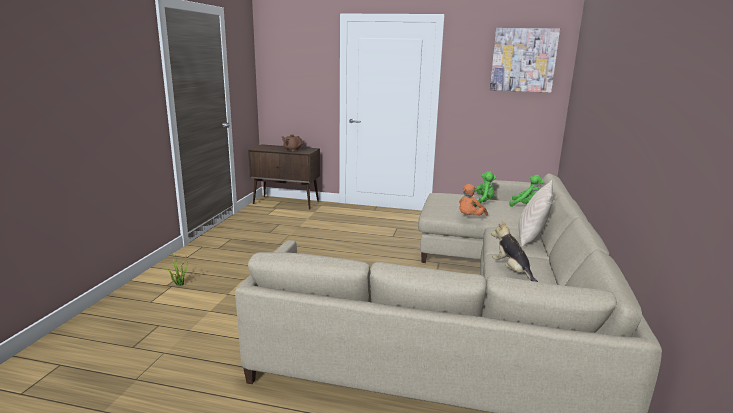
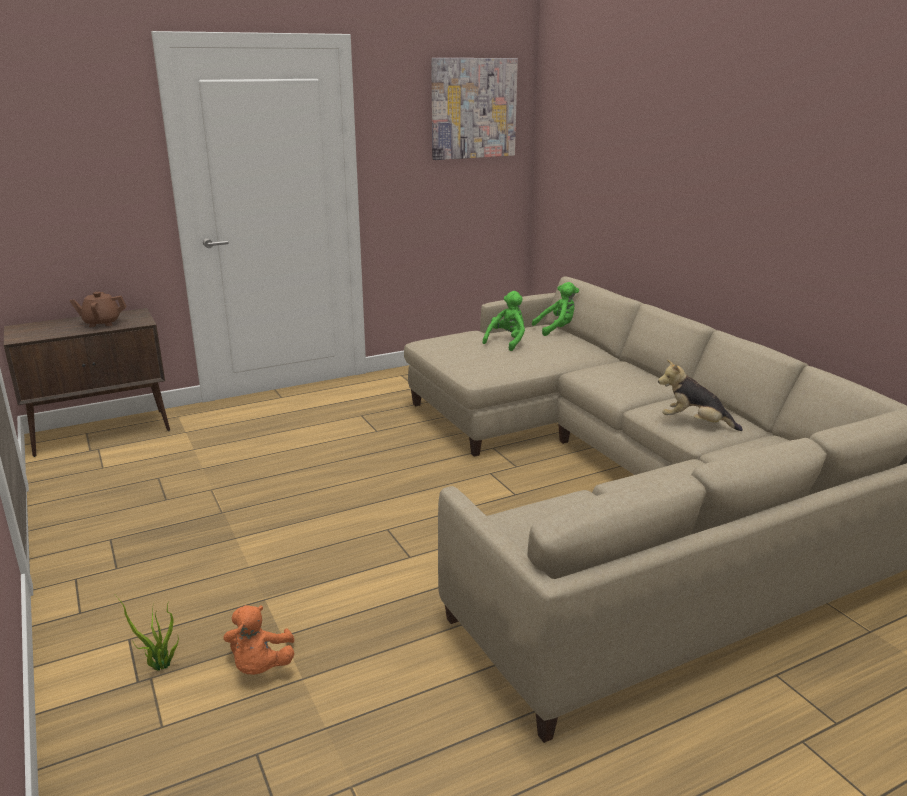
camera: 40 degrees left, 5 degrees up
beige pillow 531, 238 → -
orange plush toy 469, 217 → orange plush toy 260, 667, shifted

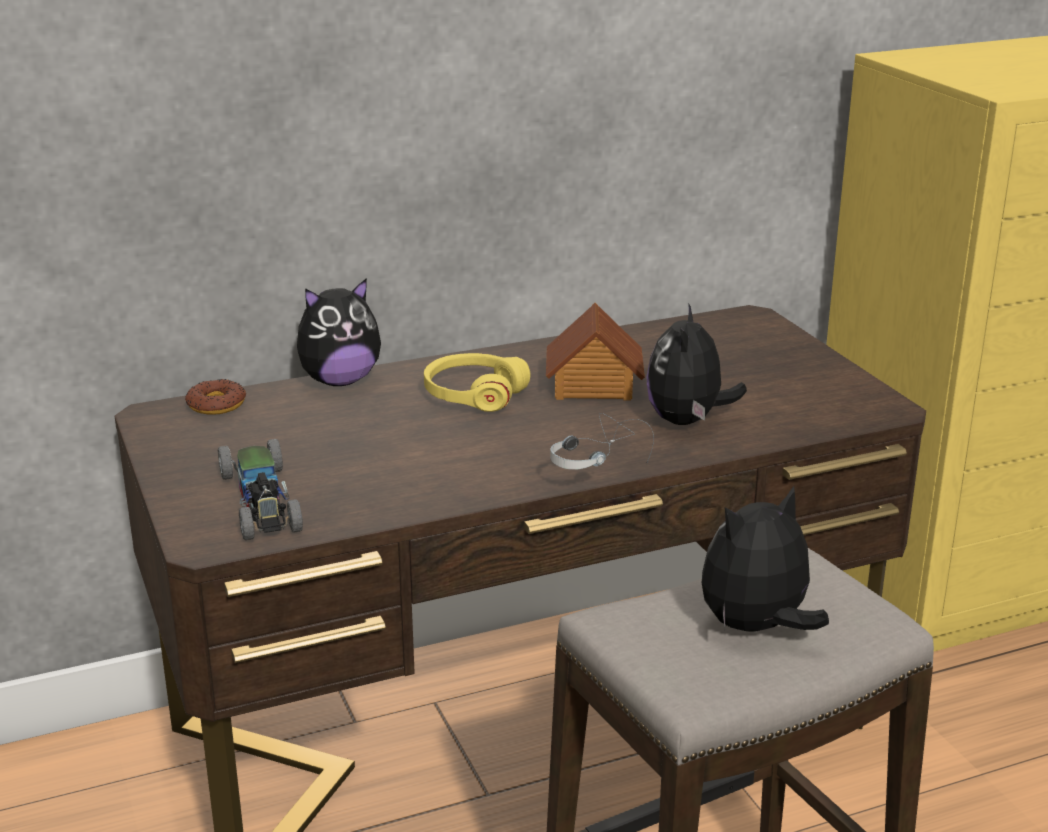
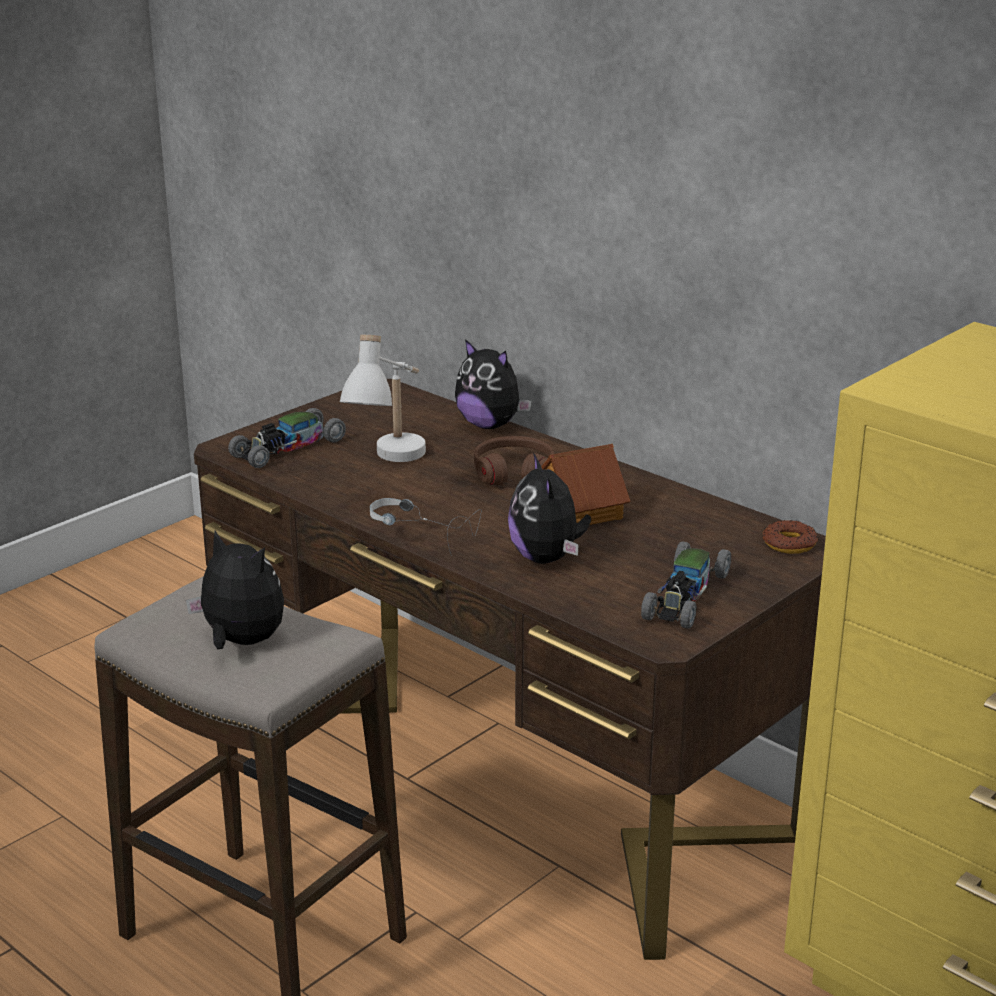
camera: 65 degrees right, 0 degrees up
- → white table lamp 392, 467
- → toy car 685, 596
donut 216, 404 → donut 789, 543, shifted
yellow headphones 474, 395 → brown headphones 513, 472
plush toy 687, 421 → plush toy 547, 558, 90 degrees counterclockwise

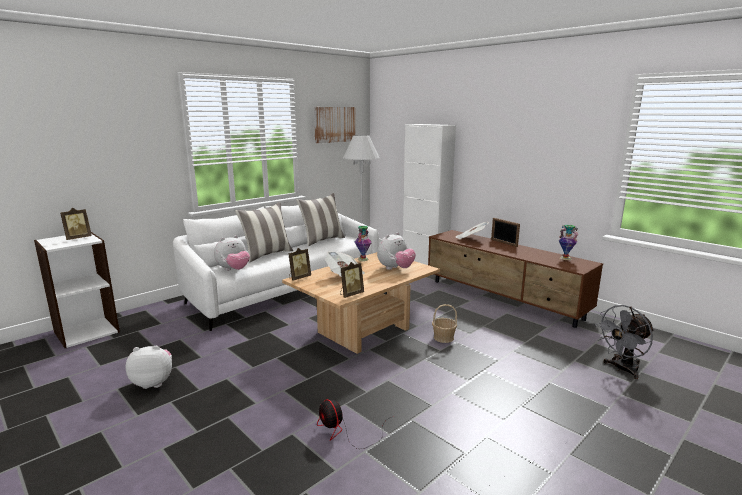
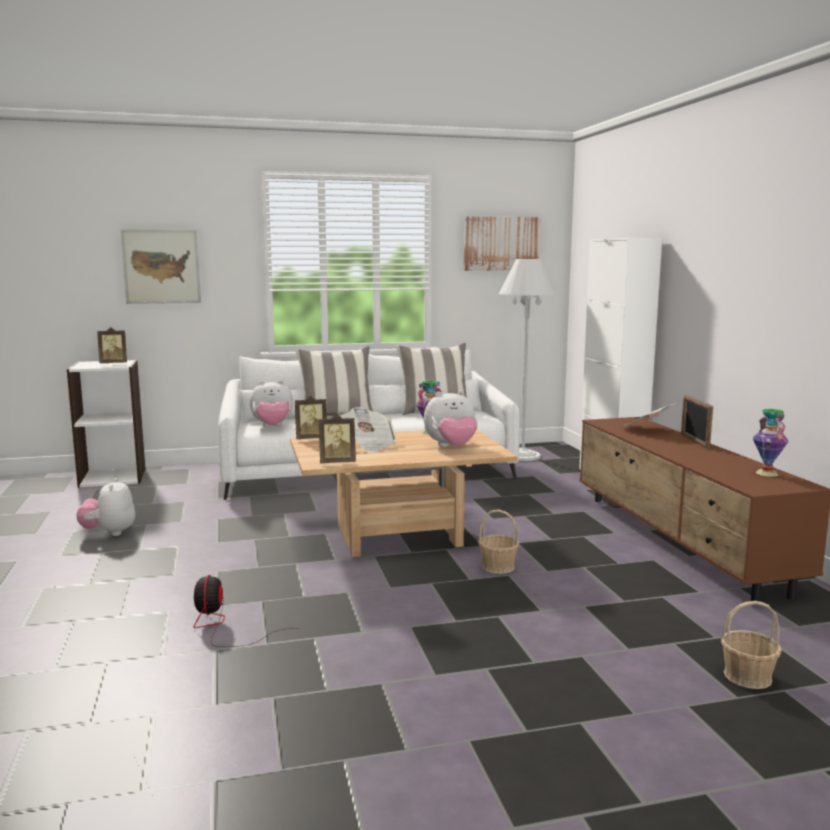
camera: 30 degrees right, 5 degrees down
- → picture 161, 266
grey fan 621, 369 → basket 748, 676
plush toy 153, 382 → plush toy 109, 533, 120 degrees counterclockwise

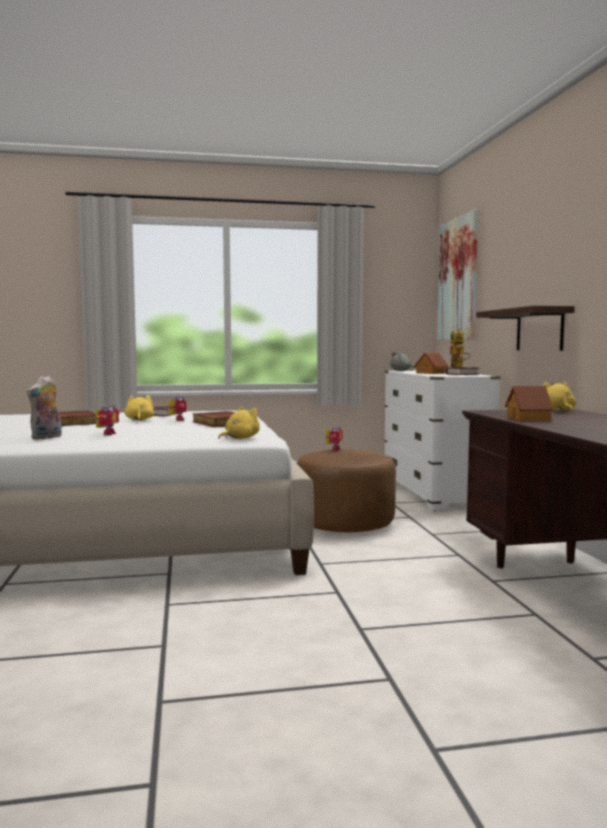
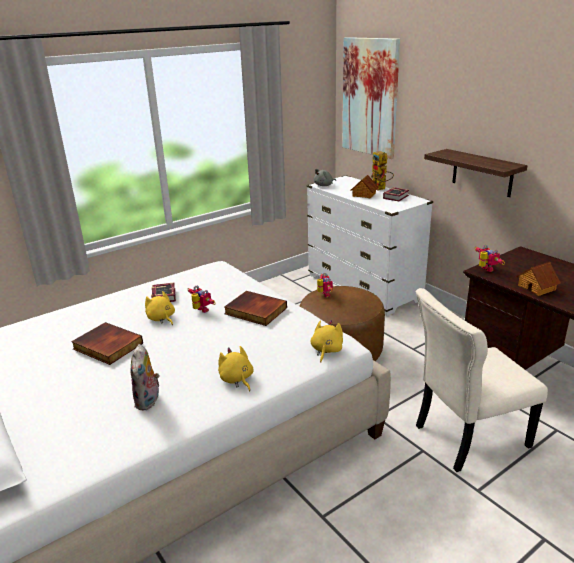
camera: 25 degrees left, 20 degrees up
- → beige chair 467, 437
toy robot 106, 434 → toy robot 485, 269, shifted
yellow plush toy 557, 411 → yellow plush toy 237, 379, shifted

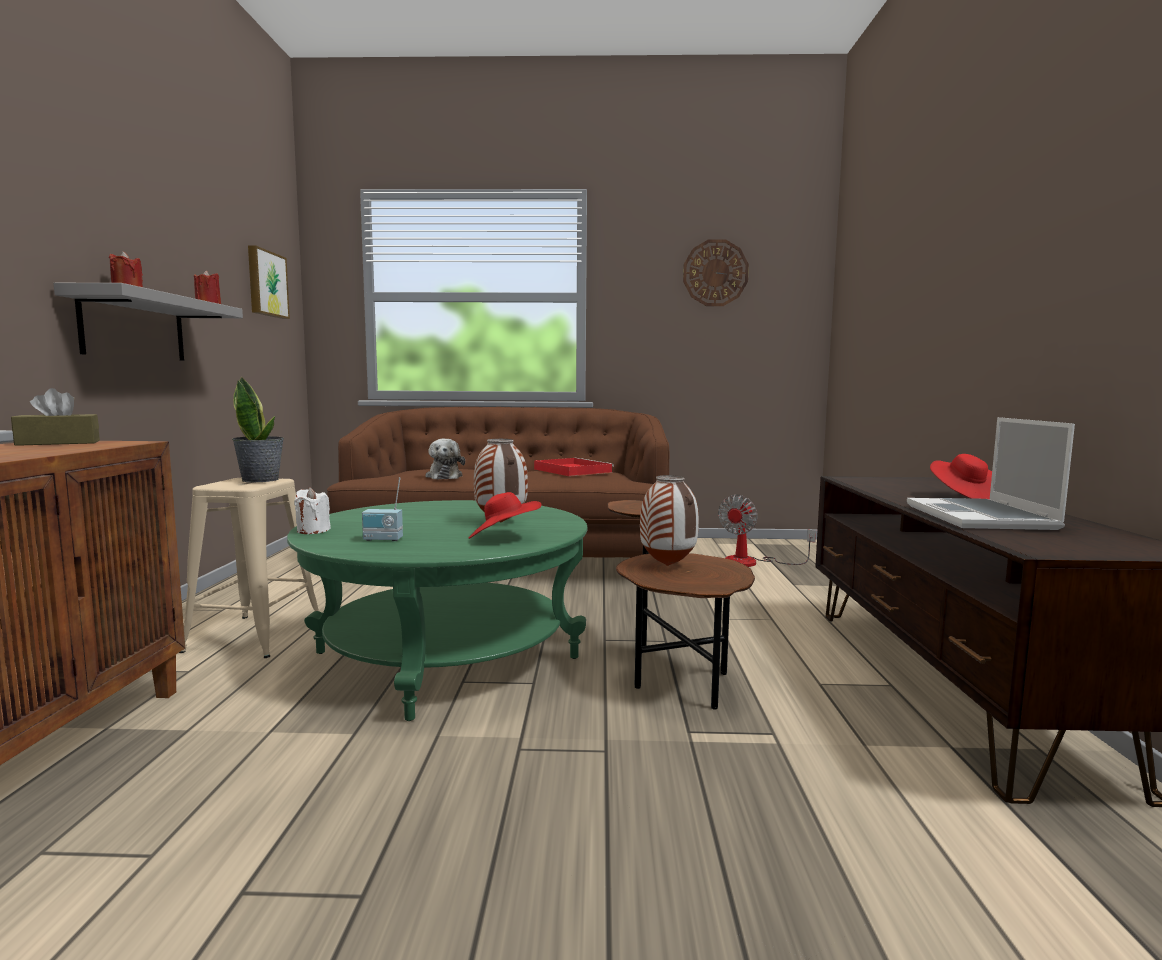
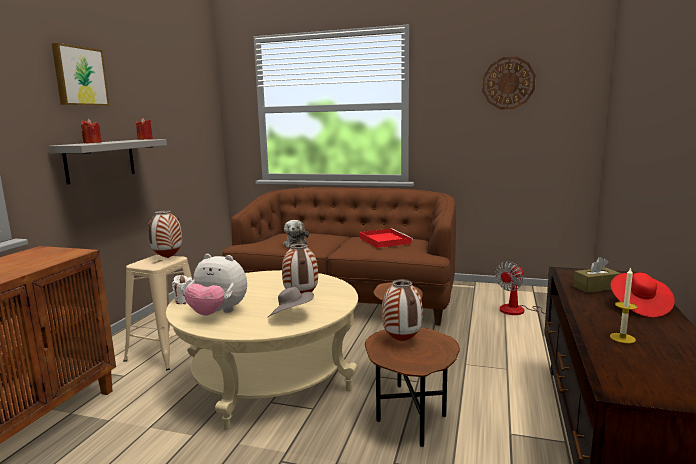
camera: 15 degrees right, 5 degrees up
brown tissue box 58, 443 → brown tissue box 595, 287, shifted
picture 266, 284 → picture 79, 76, shifted
potted plant 261, 480 → vase 167, 258
radio 382, 540 → plush toy 218, 313
laptop 982, 517 → candle 622, 338
green coffee table 447, 655 → beige coffee table 270, 379
red hat 503, 538 → grey hat 291, 316

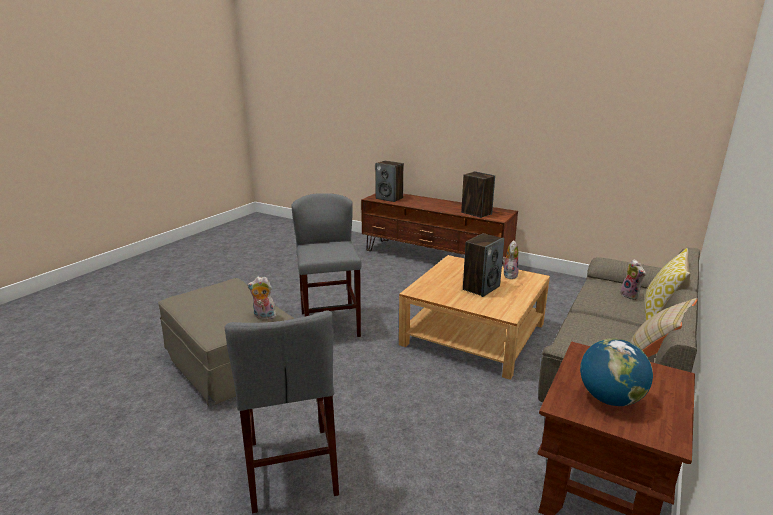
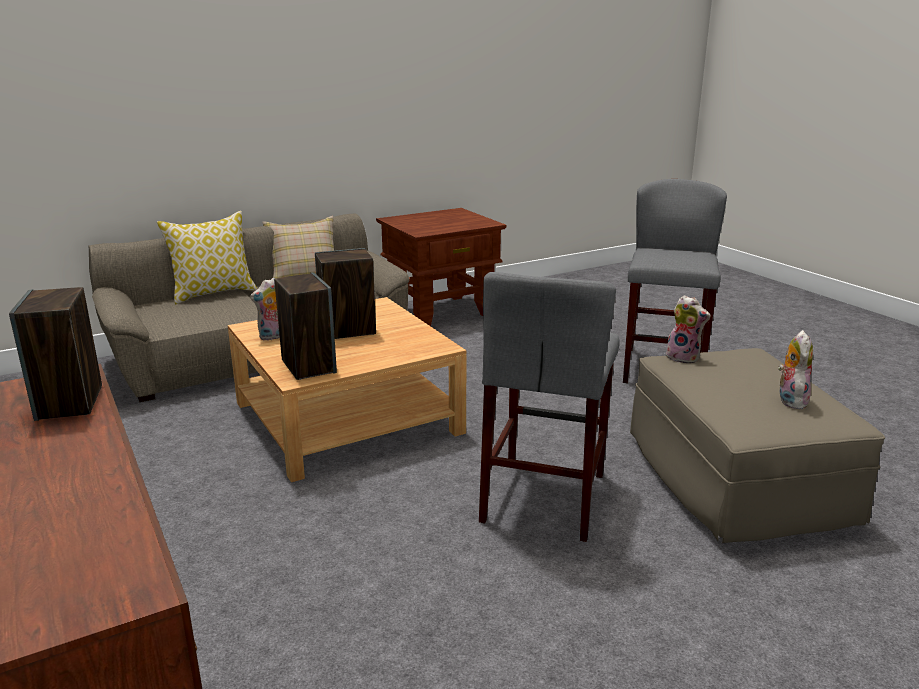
camera: 150 degrees left, 0 degrees up
globe 609, 399 → -
speaker 389, 198 → speaker 308, 366, shifted
plush toy 630, 296 → plush toy 789, 400, shifted

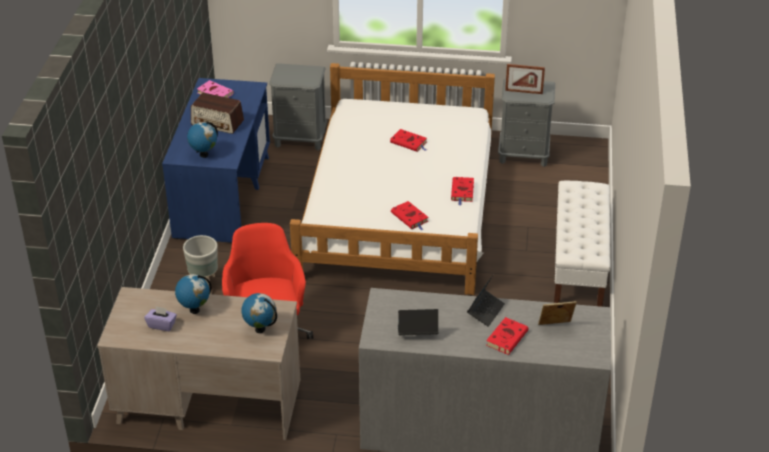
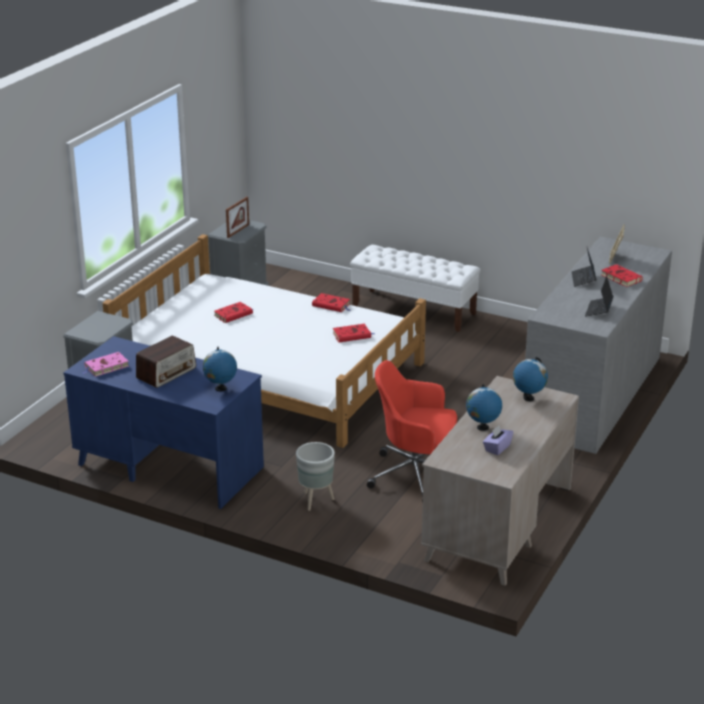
camera: 70 degrees left, 10 degrees down
laptop 485, 311 → laptop 583, 279, 135 degrees counterclockwise

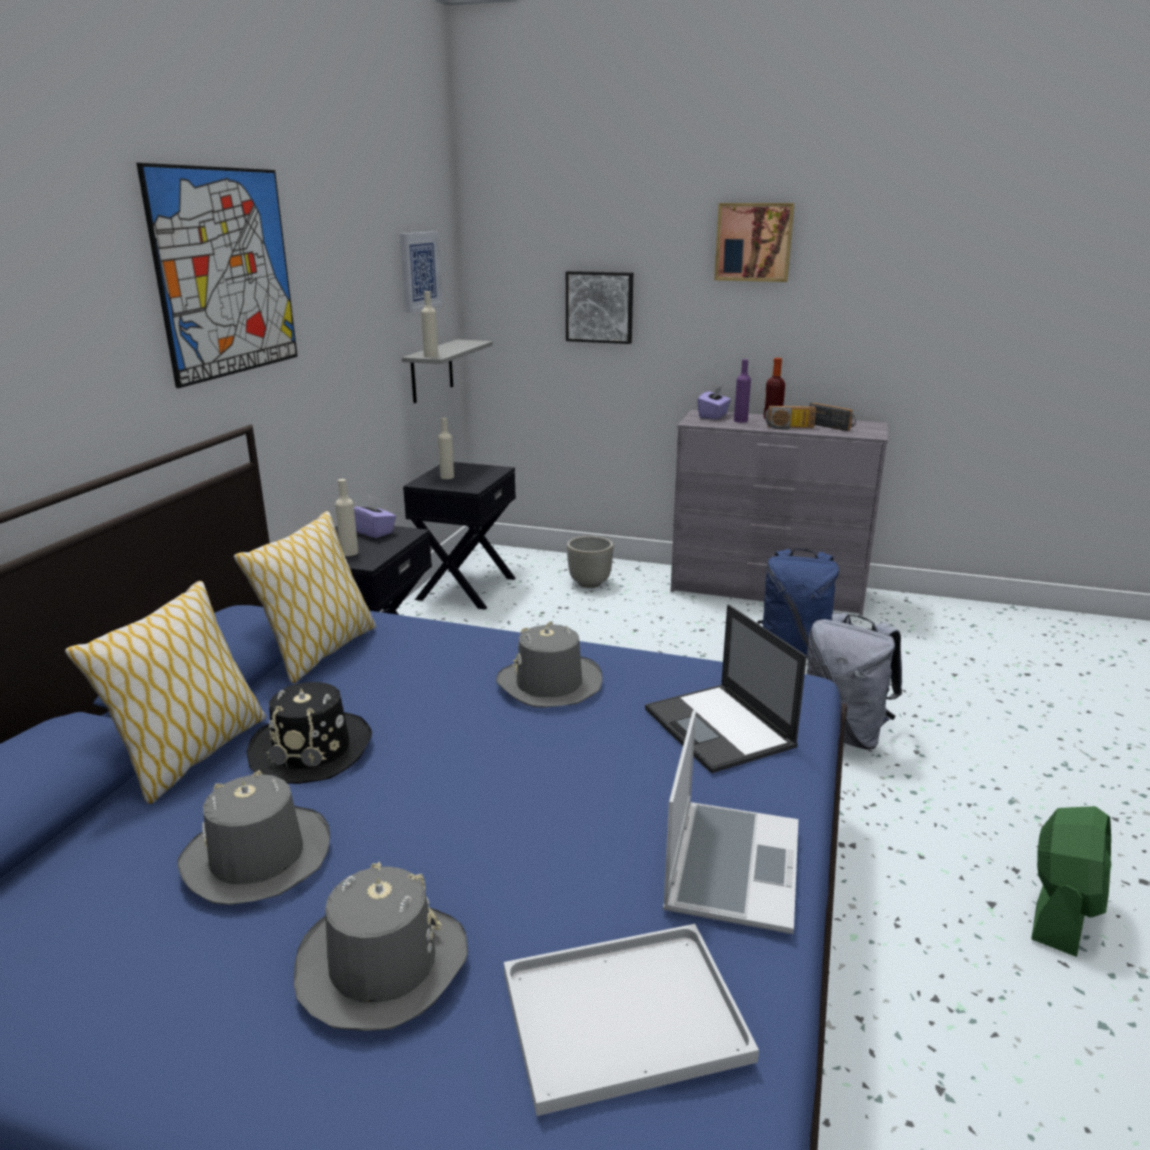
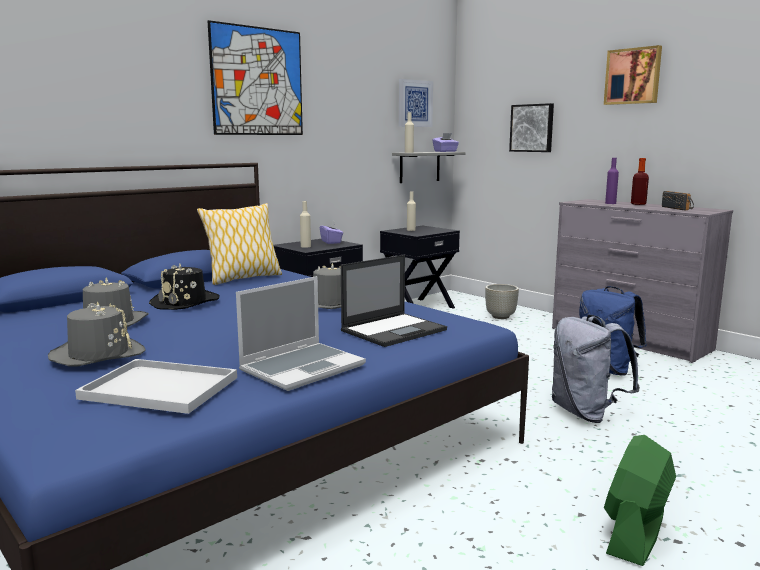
camera: 30 degrees right, 10 degrees down
pillow 192, 755 → -
radio 789, 428 → -
purple tissue box 713, 416 → purple tissue box 445, 151, shifted
laptop 720, 728 → laptop 394, 330, 135 degrees counterclockwise
green fan 1061, 911 → green fan 635, 534, 150 degrees clockwise

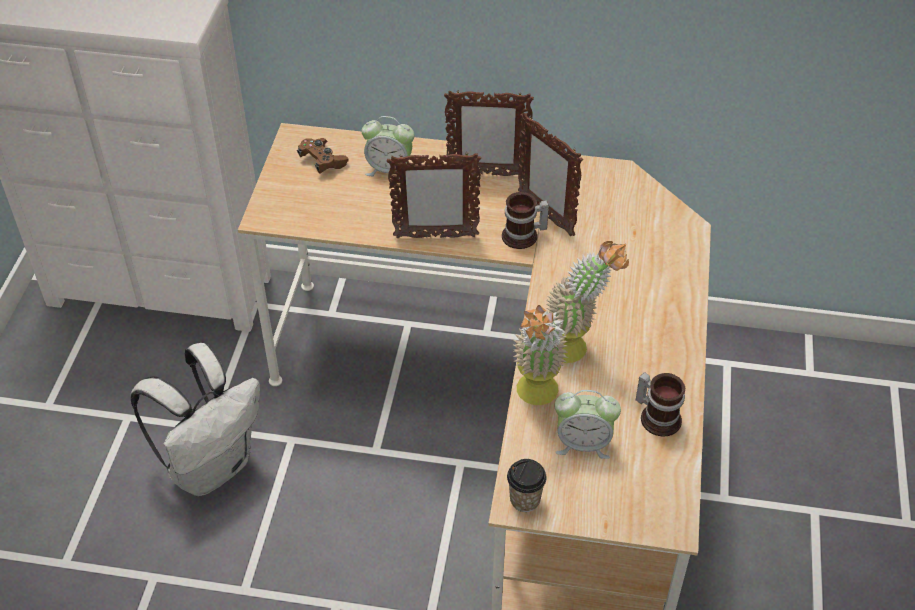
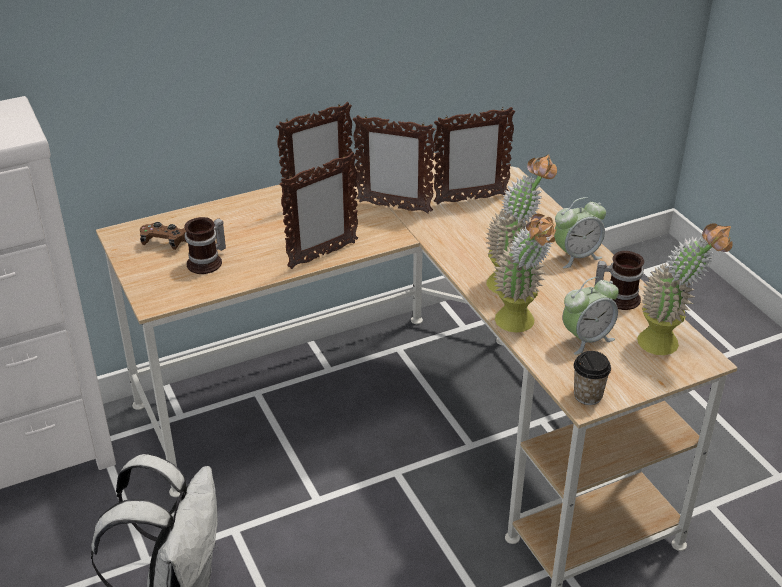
camera: 35 degrees left, 10 degrees down
- → picture frame 470, 199
- → potted plant 669, 344
alarm clock 389, 170 → alarm clock 576, 256, shifted
mug 523, 237 → mug 208, 262, shifted

